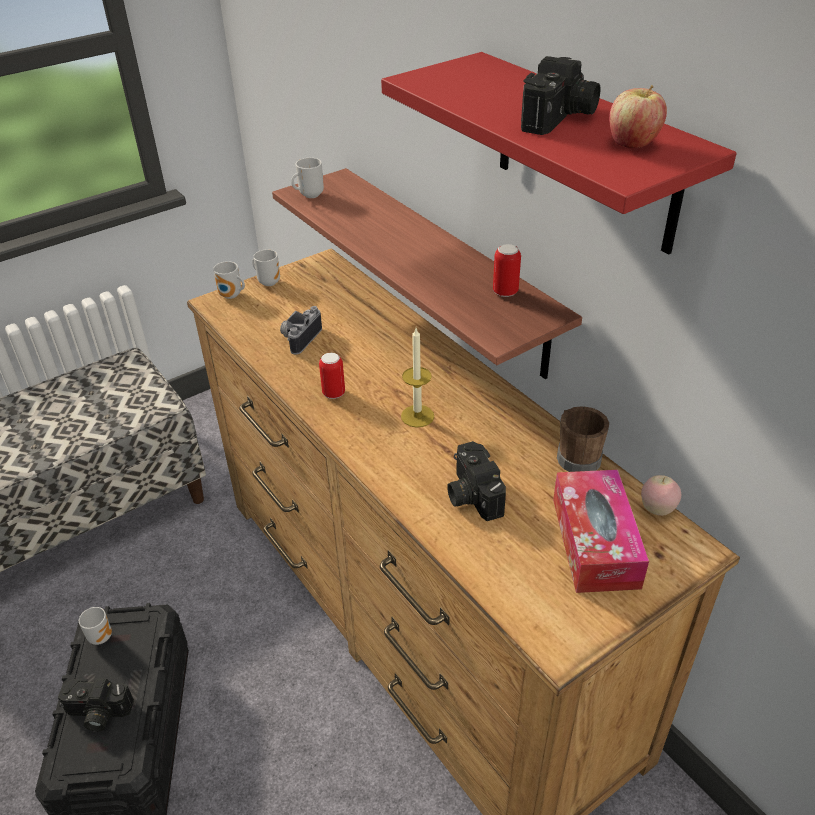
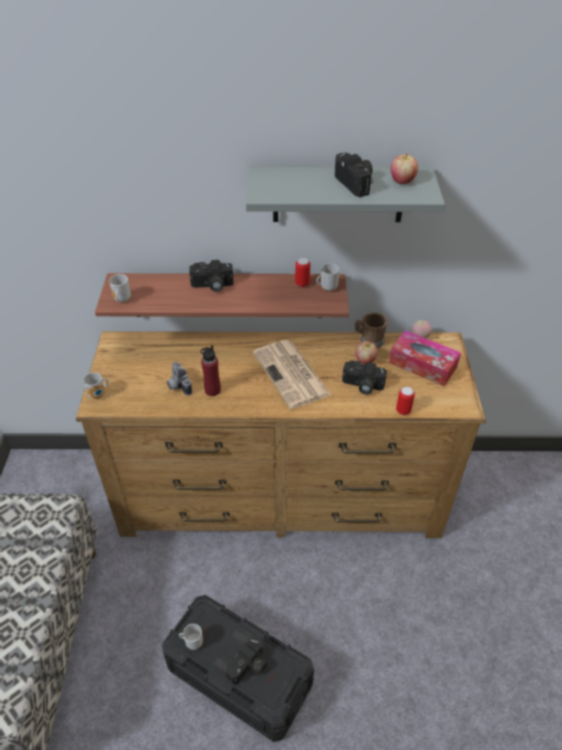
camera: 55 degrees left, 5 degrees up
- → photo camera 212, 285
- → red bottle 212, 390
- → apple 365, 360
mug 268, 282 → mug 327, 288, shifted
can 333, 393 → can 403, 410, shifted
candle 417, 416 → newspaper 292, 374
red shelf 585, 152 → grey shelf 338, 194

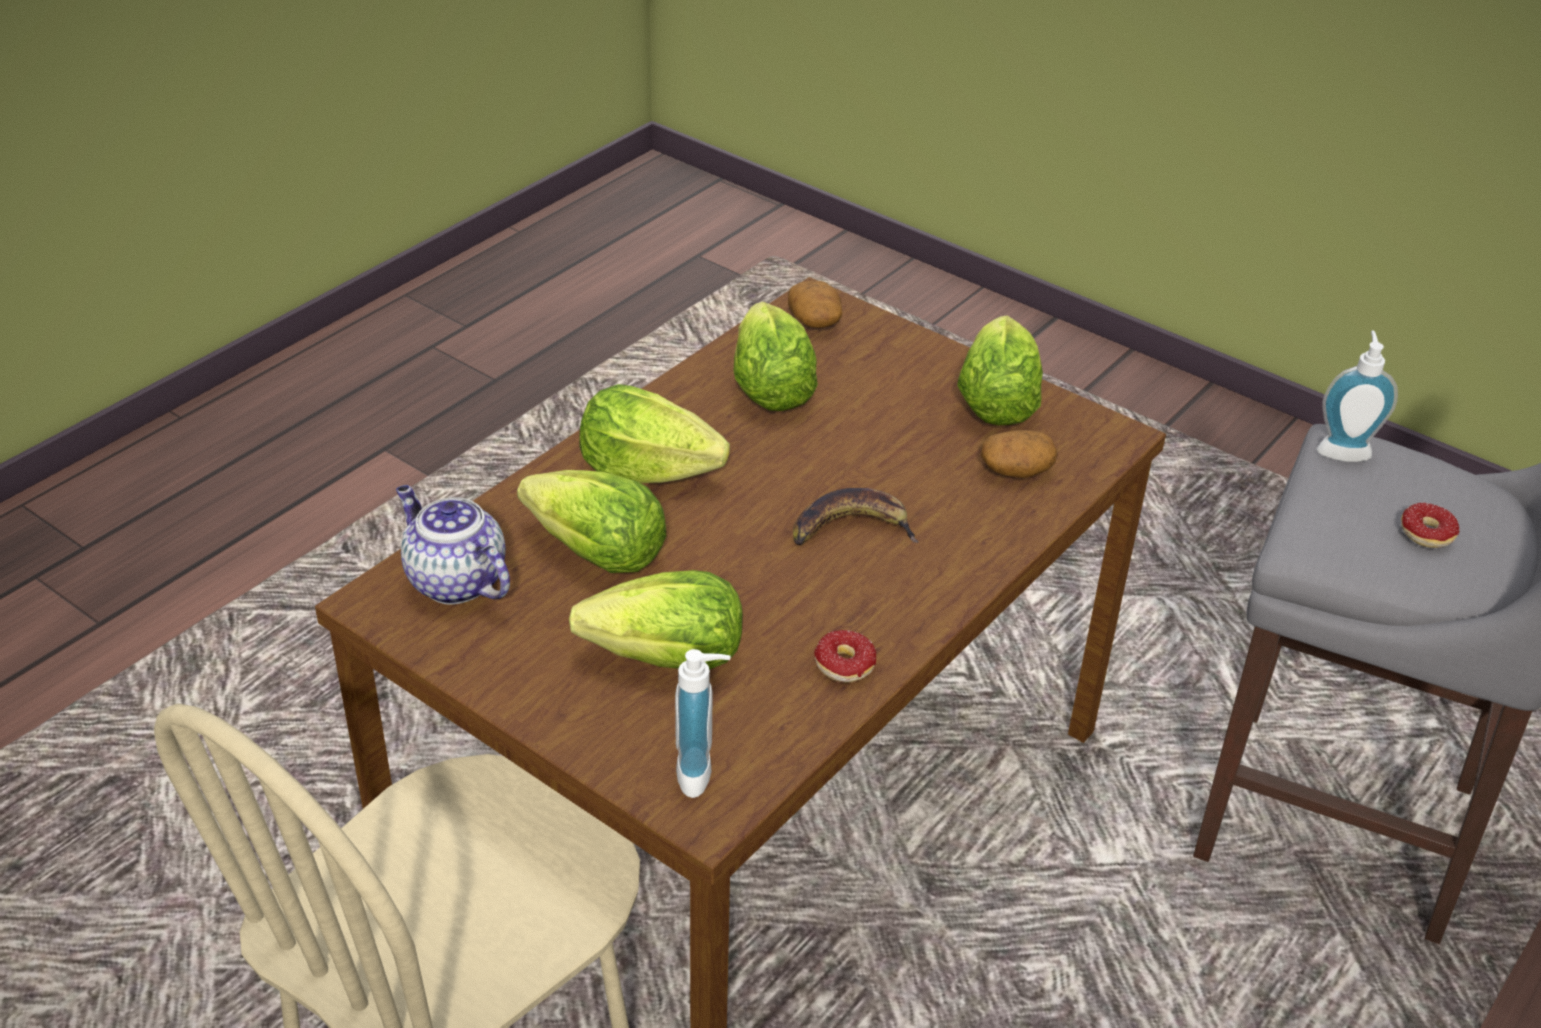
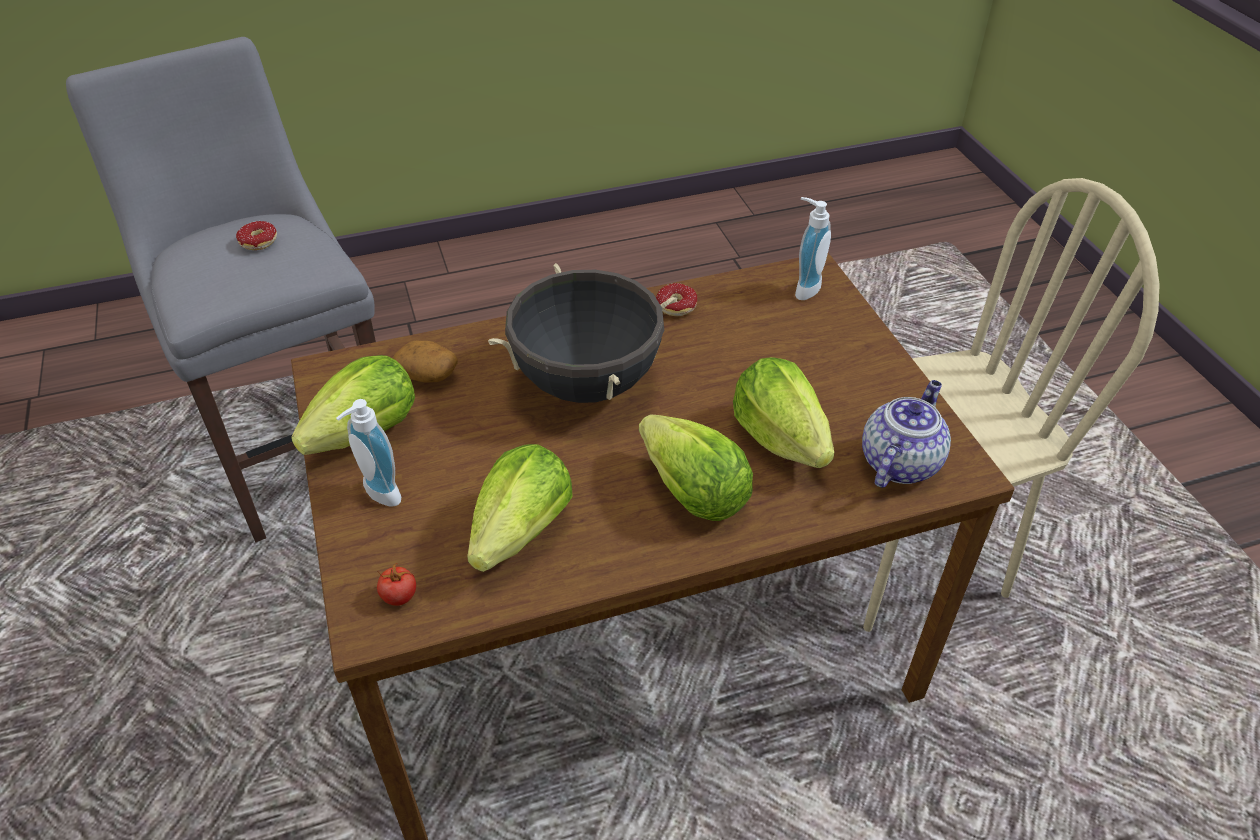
camera: 145 degrees left, 5 degrees up
lettuce 668, 659 → -
soap dispenser 1343, 450 → soap dispenser 377, 495, shifted
potato 815, 321 → tomato 399, 596
banana 851, 528 → black cooking pot 586, 382
teapot 454, 581 → teapot 899, 462, 135 degrees counterclockwise

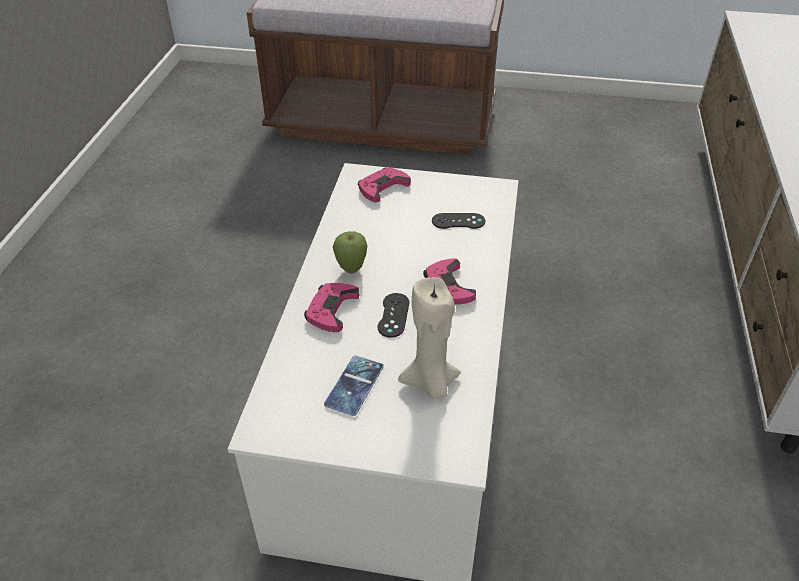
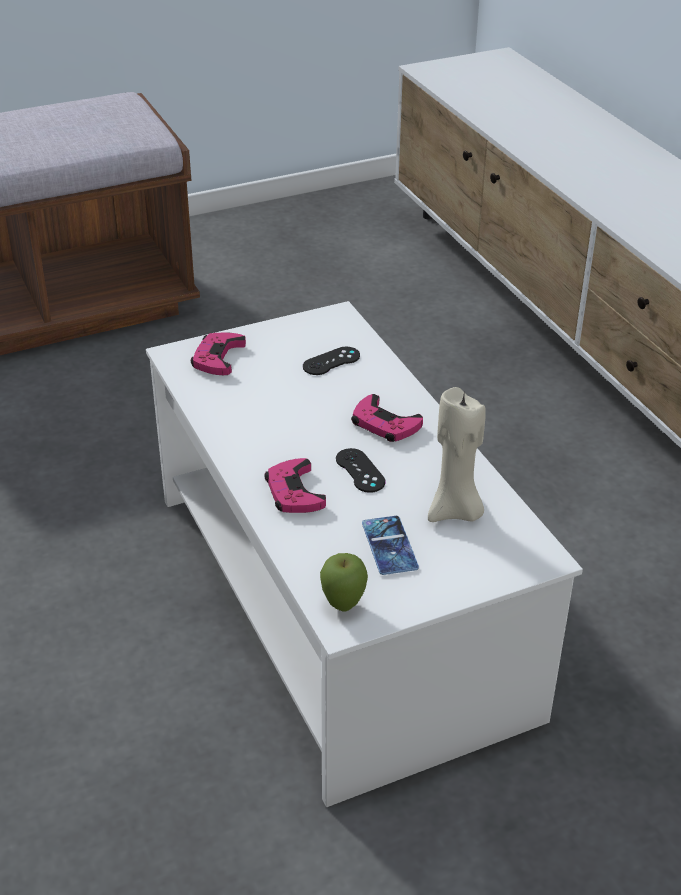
camera: 35 degrees left, 5 degrees down
apple 351, 270 → apple 343, 606, shifted

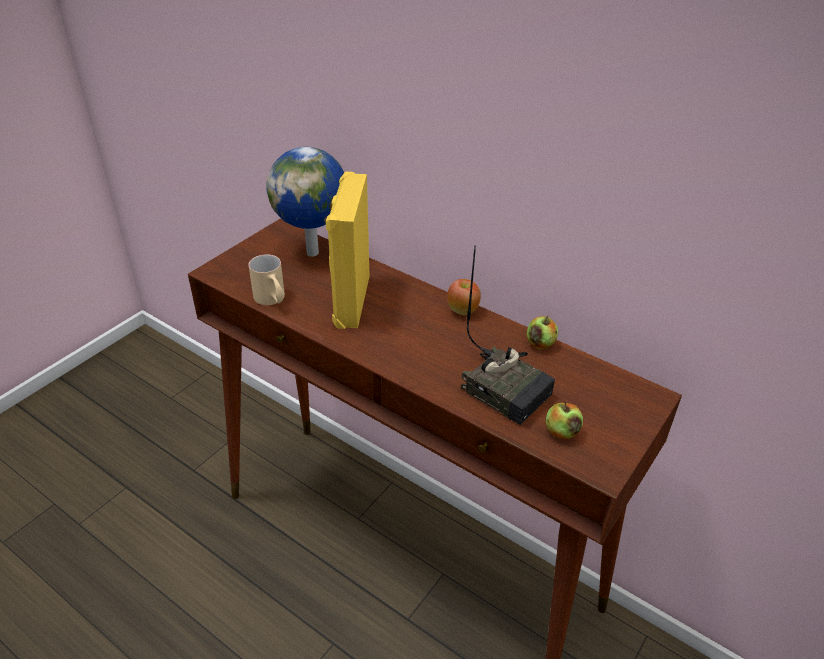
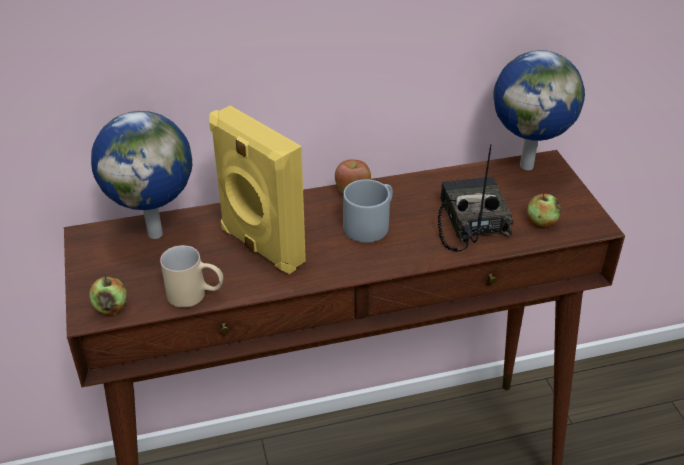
camera: 50 degrees left, 0 degrees up
- → grey mug 370, 223
- → globe 527, 165
apple 540, 343 → apple 111, 307, shifted
radio 507, 387 → radio 469, 221, 90 degrees counterclockwise

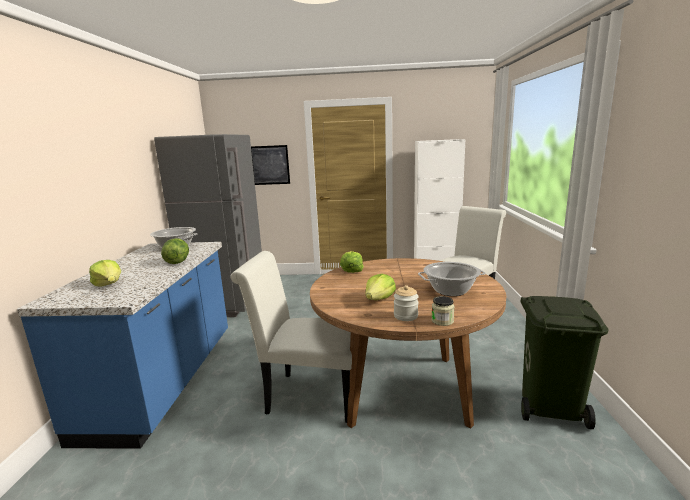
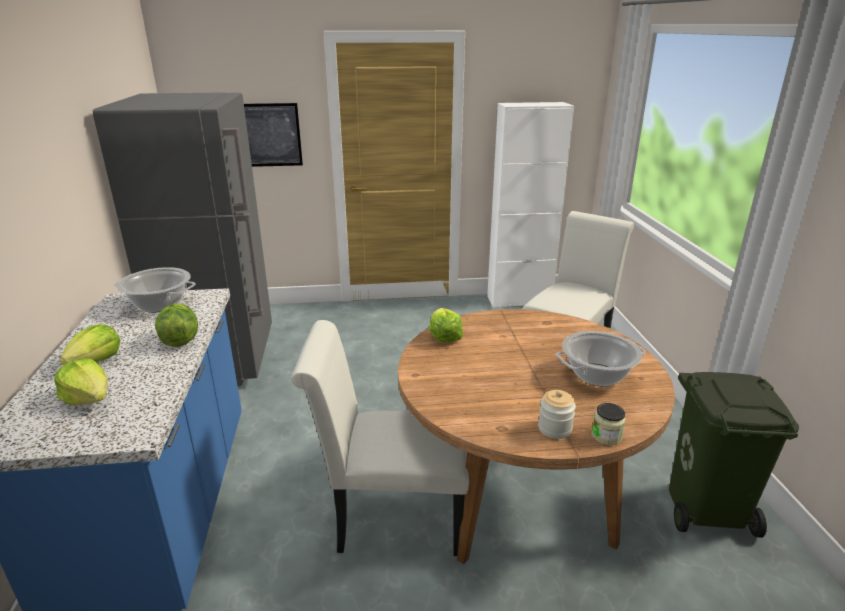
camera: 10 degrees left, 10 degrees up
lettuce 379, 299 → lettuce 96, 361, shifted

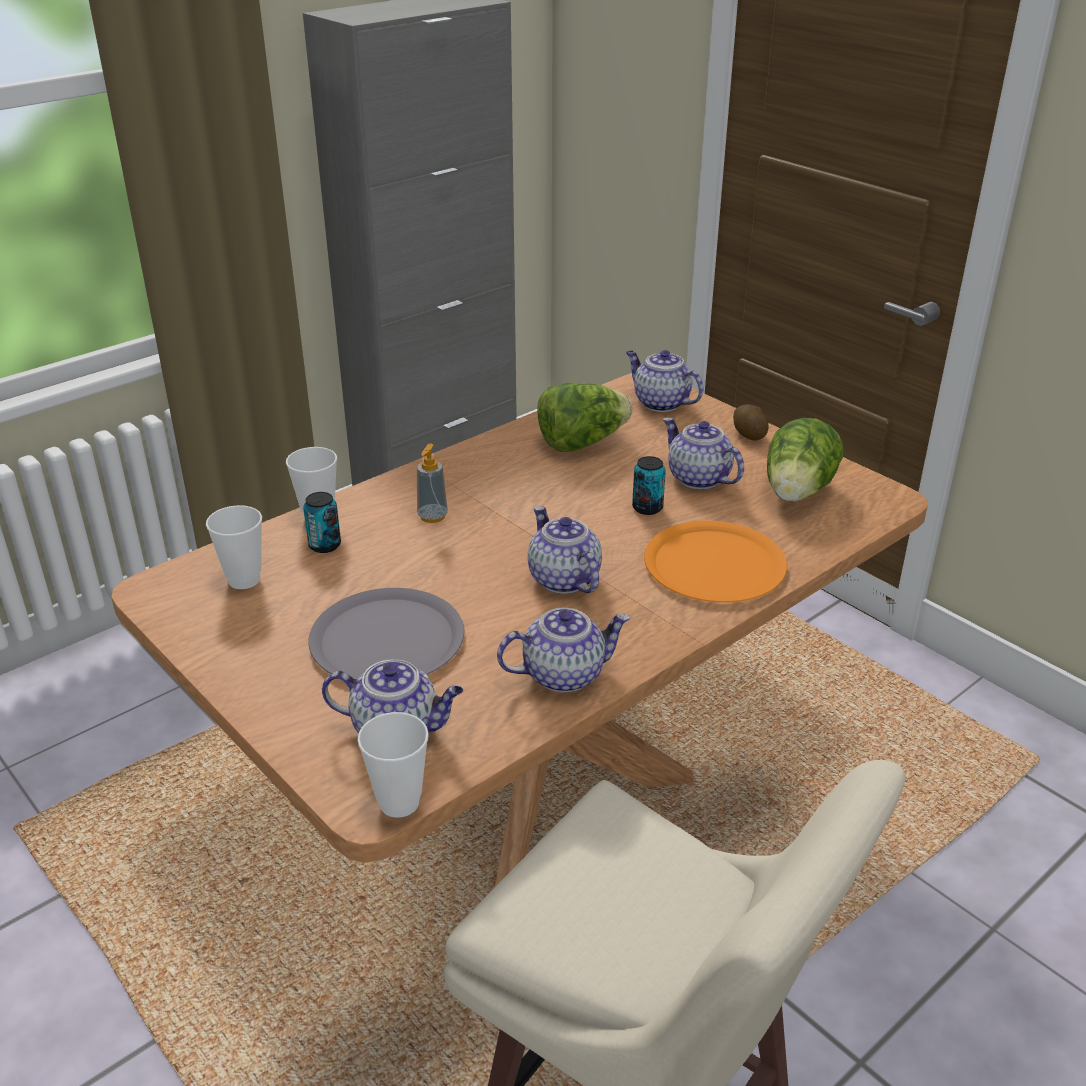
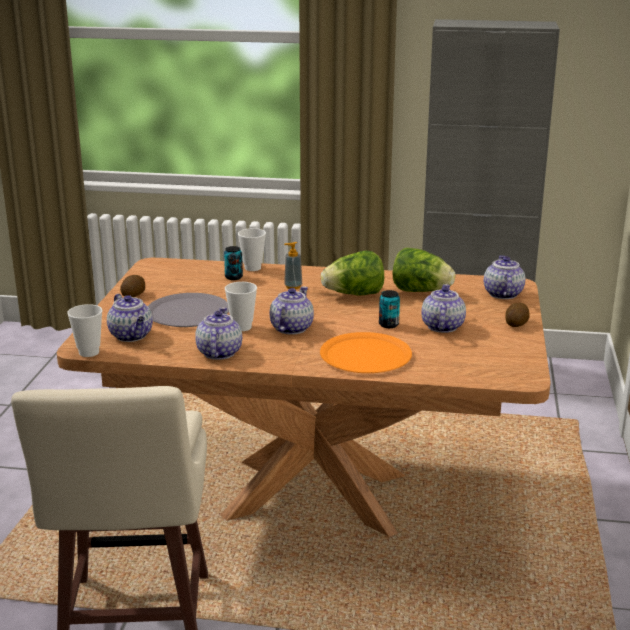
camera: 50 degrees right, 10 degrees down
- → potato 133, 295
cup 244, 580 → cup 242, 327, shifted
lettuce 797, 493 → lettuce 354, 294, shifted
teapot 564, 674 → teapot 218, 352, 120 degrees counterclockwise

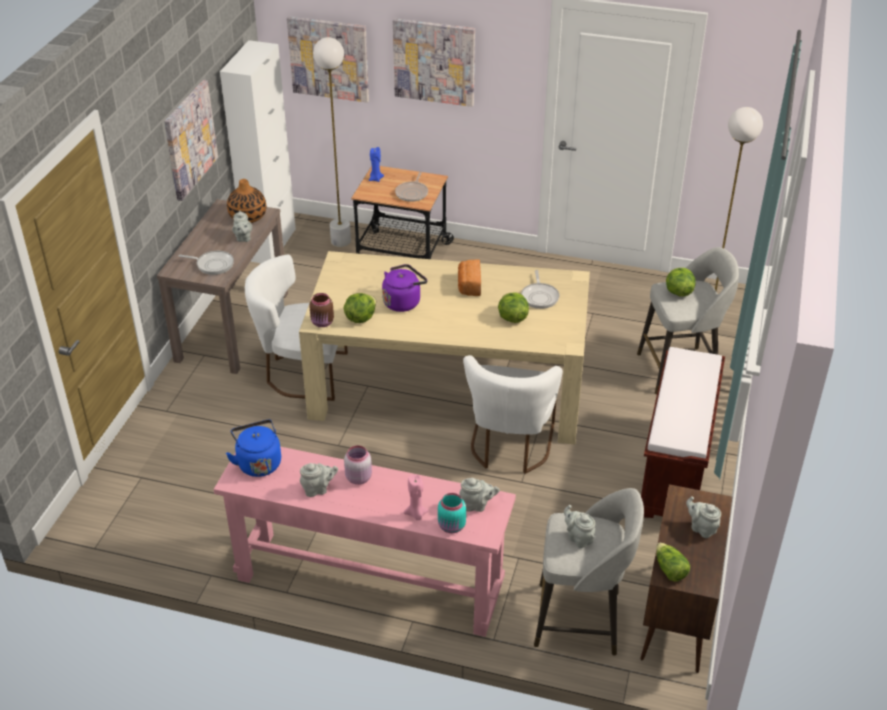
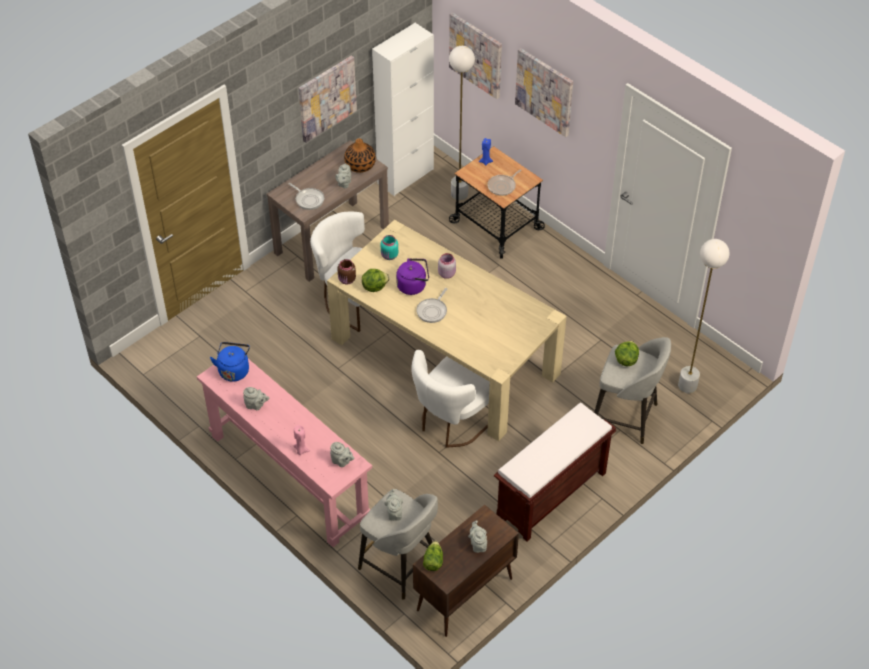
camera: 30 degrees right, 10 degrees up
bread 469, 286 → -
lettuce 512, 318 → -
pink jar 358, 477 → pink jar 446, 273, shifted
turquoise jar 452, 526 → turquoise jar 389, 256, shifted
frying pan 539, 296 → frying pan 433, 311, shifted

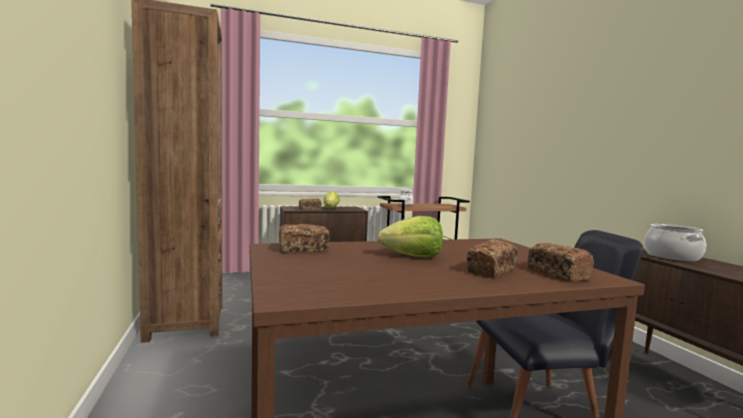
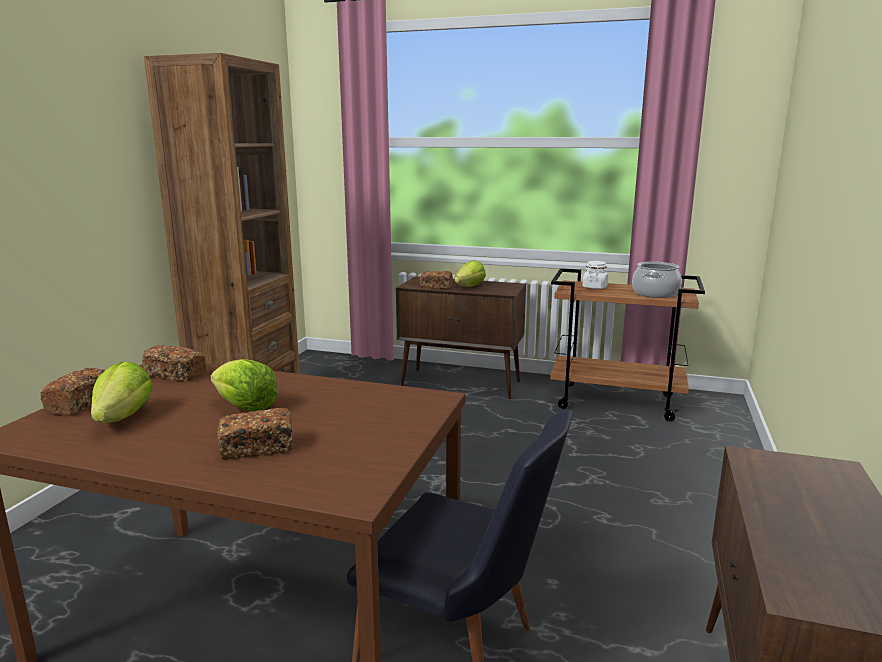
camera: 35 degrees right, 10 degrees up
- → lettuce 123, 418
bread 557, 274 → bread 80, 403, shifted
cooking pot 672, 257 → cooking pot 655, 293, shifted

